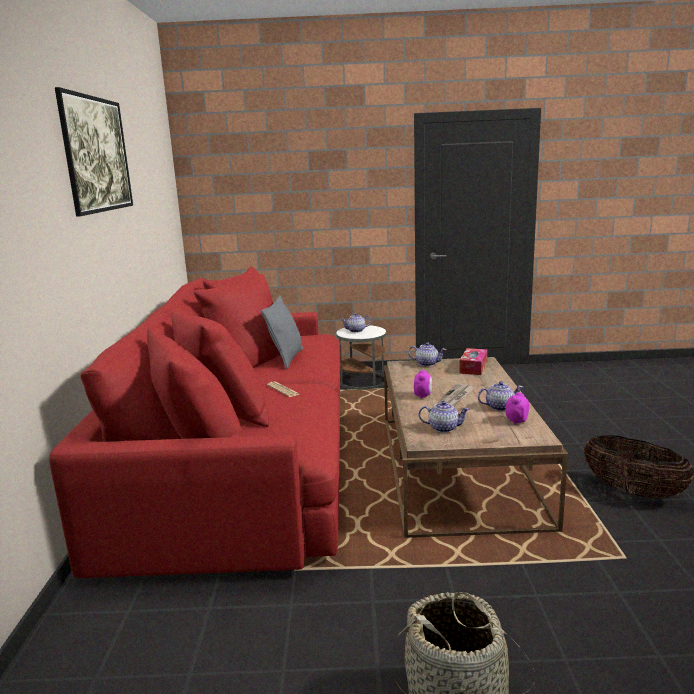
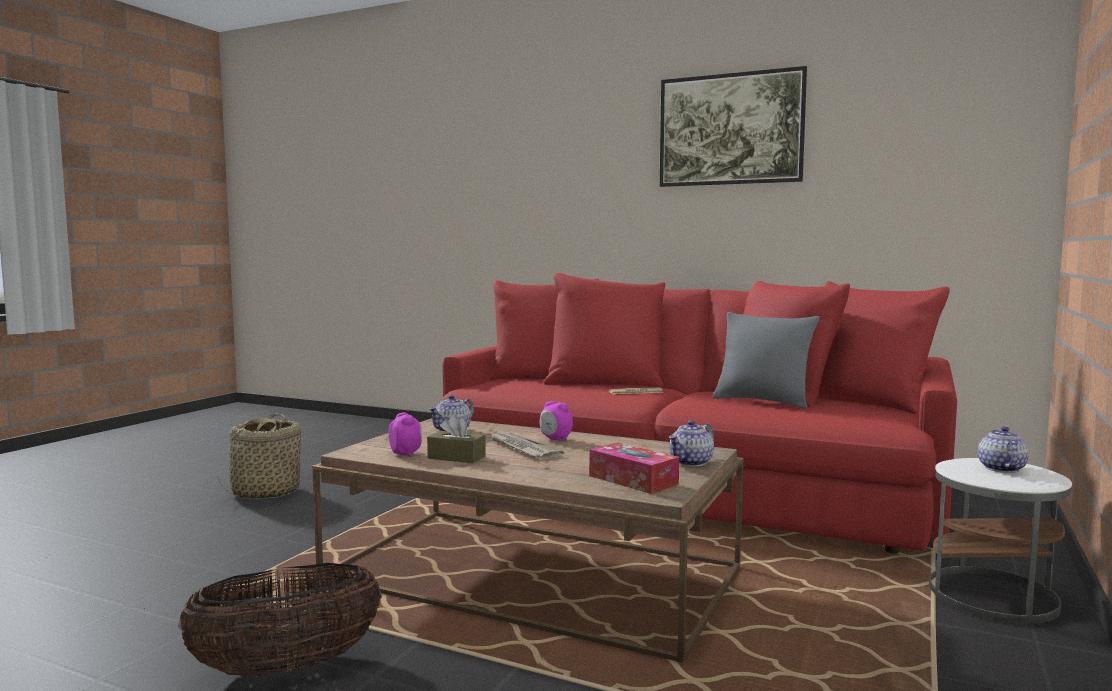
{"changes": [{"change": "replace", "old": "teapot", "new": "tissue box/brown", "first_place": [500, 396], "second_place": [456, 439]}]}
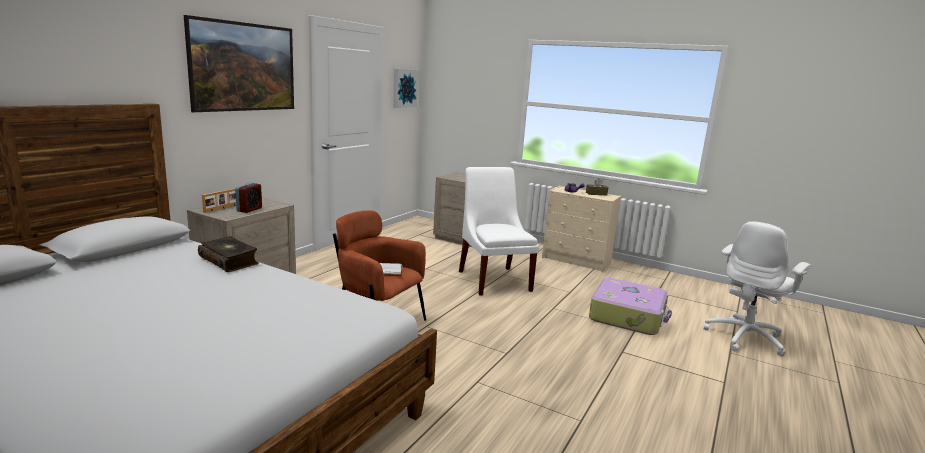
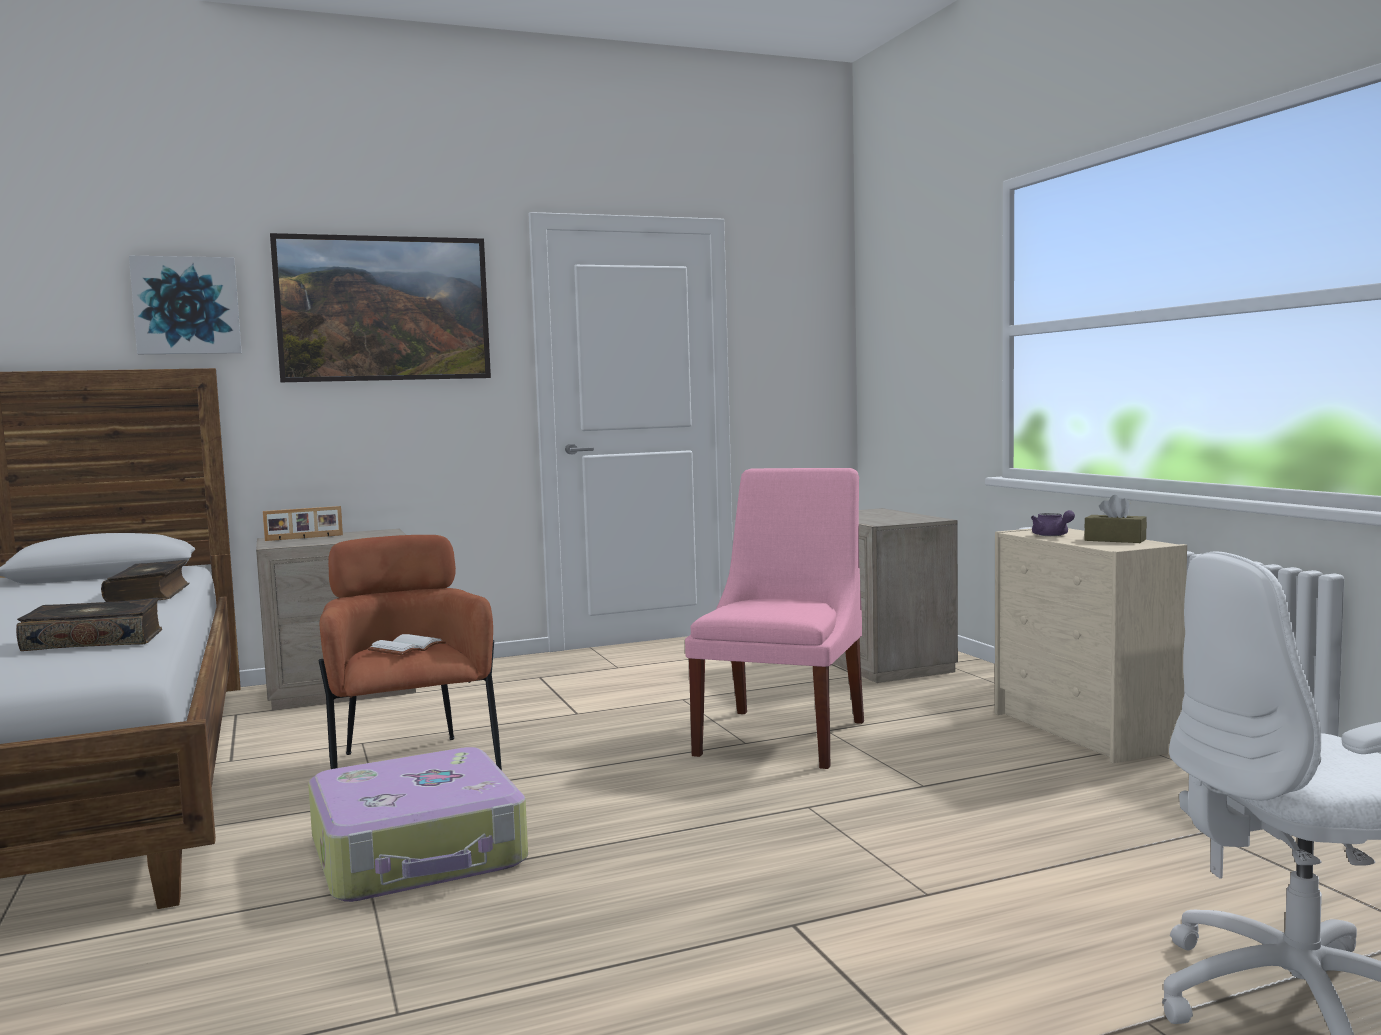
{"changes": [{"change": "delete", "old": "alarm clock", "first_place": [248, 197]}, {"change": "move", "old": "picture", "first_place": [406, 88], "second_place": [185, 305]}, {"change": "recolor", "old": "chair/white", "new": "chair/pink", "first_place": [499, 231], "second_place": [774, 618]}, {"change": "move", "old": "suitcase", "first_place": [630, 306], "second_place": [418, 824]}, {"change": "insert", "new": "book", "second_place": [89, 624]}]}
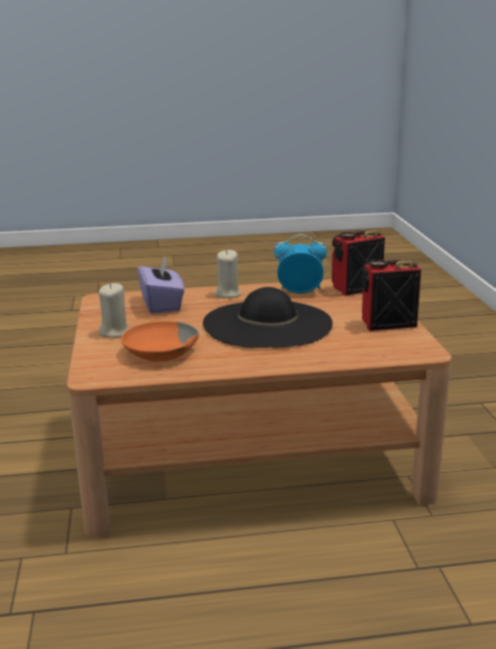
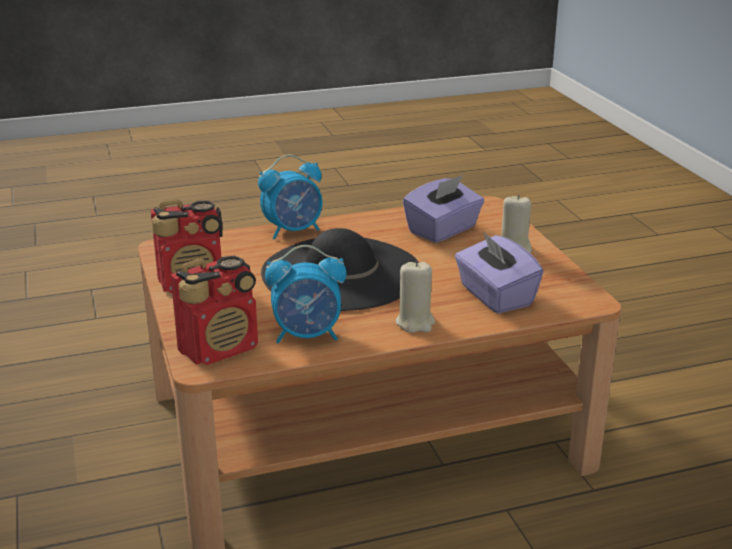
{"changes": [{"change": "replace", "old": "bowl/orange", "new": "tissue box/purple", "first_place": [160, 341], "second_place": [444, 209]}, {"change": "insert", "new": "alarm clock", "second_place": [290, 197]}]}
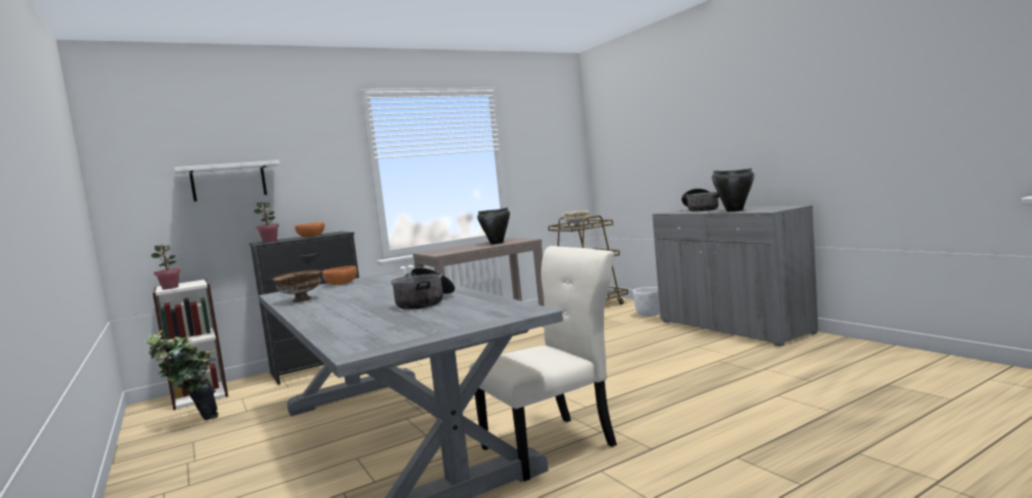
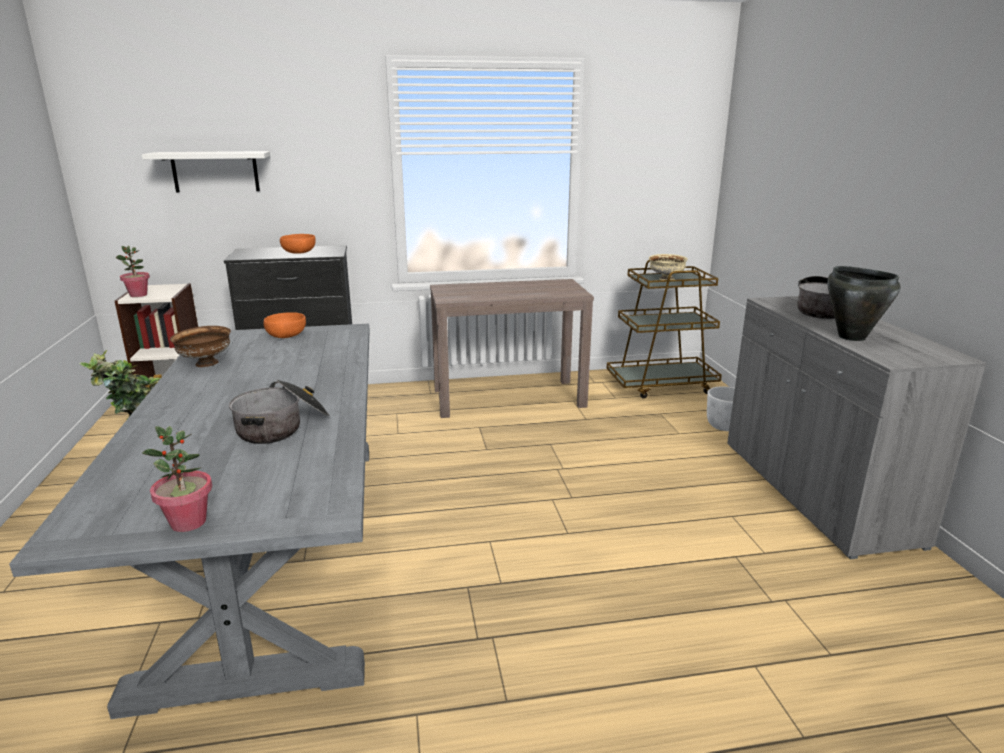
{"changes": [{"change": "move", "old": "potted plant", "first_place": [266, 222], "second_place": [177, 479]}, {"change": "delete", "old": "chair/beige", "first_place": [543, 363]}, {"change": "delete", "old": "cooking pot/black", "first_place": [493, 225]}]}
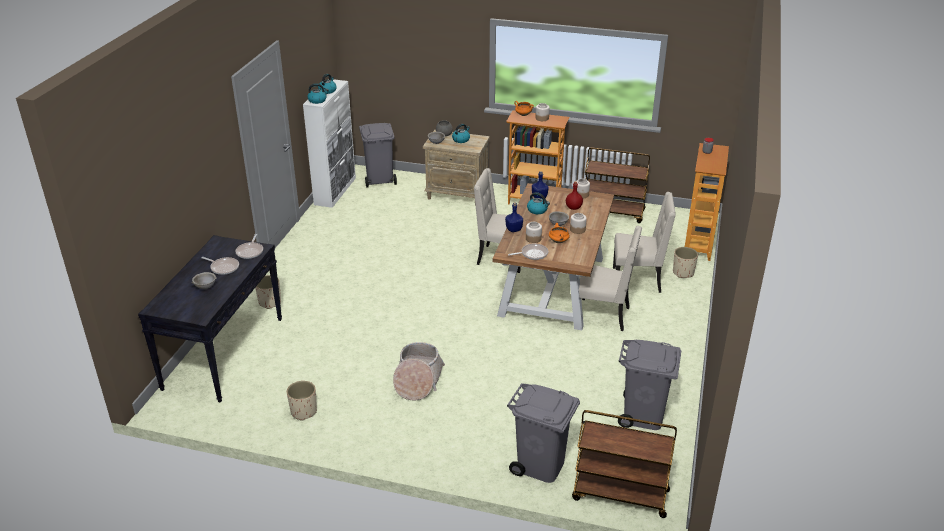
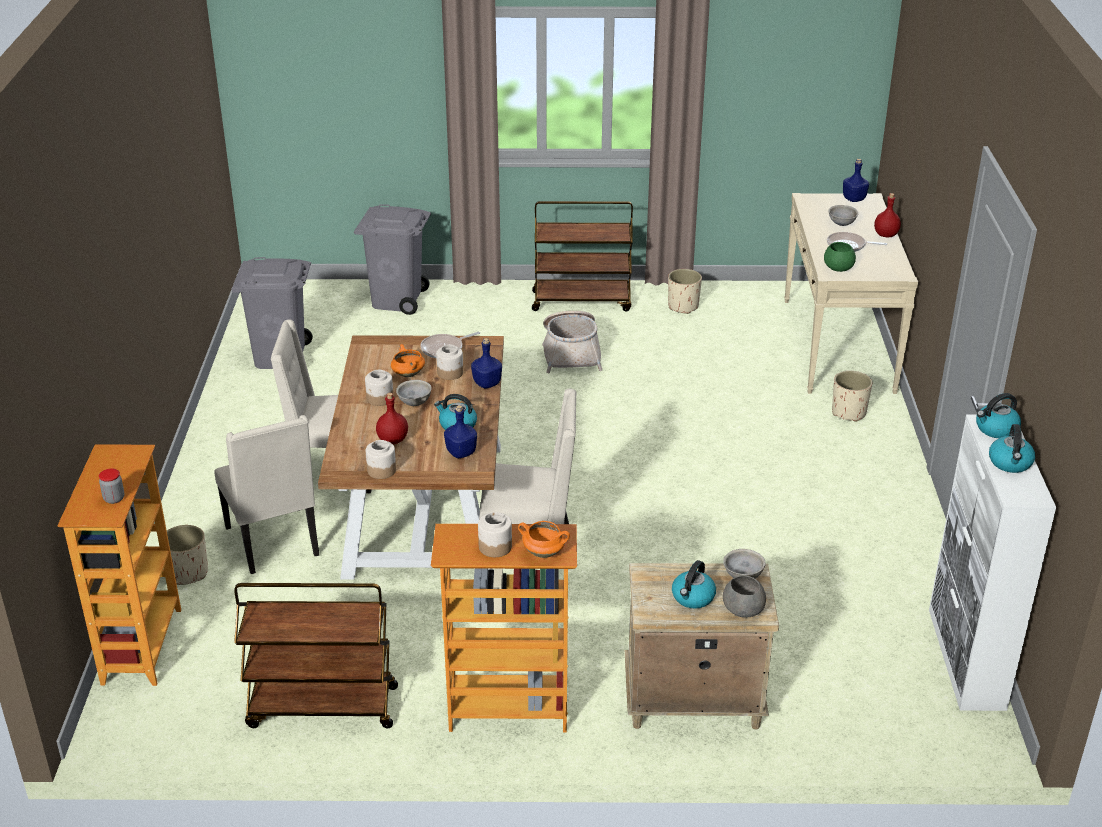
{"changes": [{"change": "recolor", "old": "console table/black", "new": "console table/beige", "first_place": [210, 319], "second_place": [851, 293]}, {"change": "replace", "old": "frying pan", "new": "bowl/green", "first_place": [249, 246], "second_place": [840, 257]}, {"change": "delete", "old": "trash can/grey", "first_place": [378, 155]}, {"change": "move", "old": "cart/brown", "first_place": [624, 464], "second_place": [582, 256]}, {"change": "rotate", "old": "chair/beige", "first_place": [644, 242], "second_place": [266, 494], "degrees": -105}, {"change": "insert", "new": "bottle/blue", "second_place": [856, 180]}, {"change": "insert", "new": "bottle/red", "second_place": [887, 215]}]}
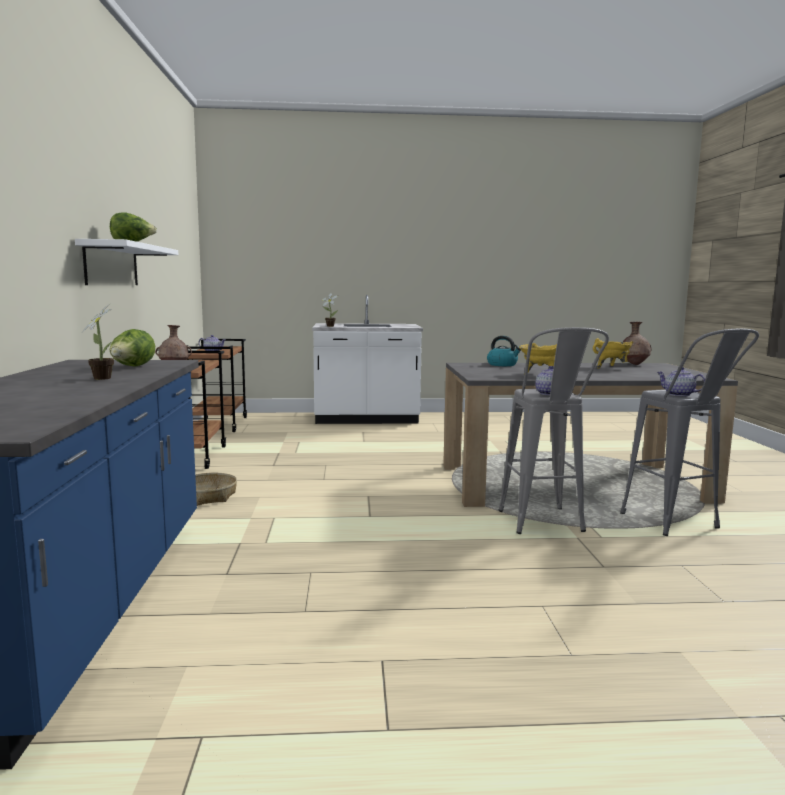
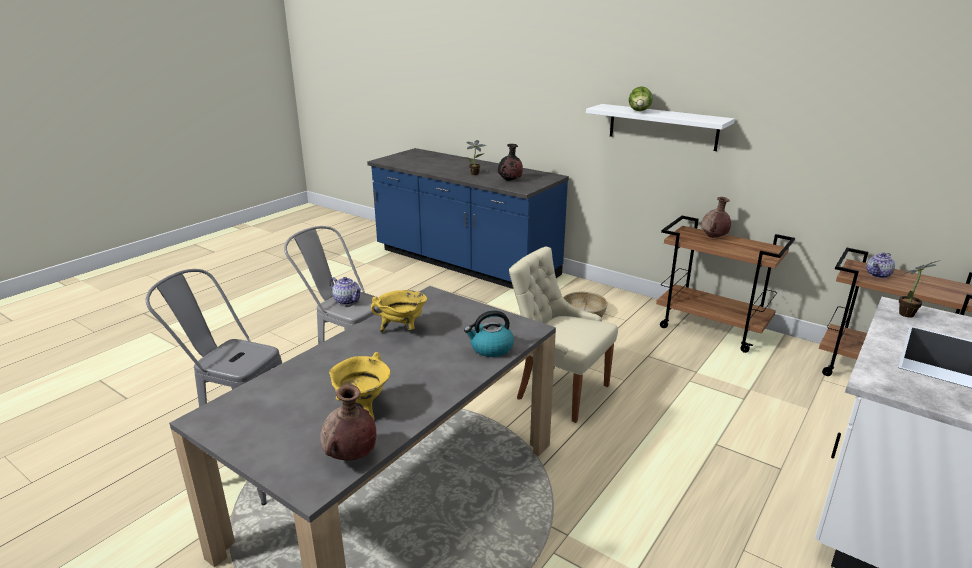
{"changes": [{"change": "replace", "old": "lettuce", "new": "vase/black", "first_place": [132, 348], "second_place": [510, 162]}, {"change": "delete", "old": "teapot", "first_place": [681, 381]}, {"change": "insert", "new": "chair/beige", "second_place": [563, 334]}]}
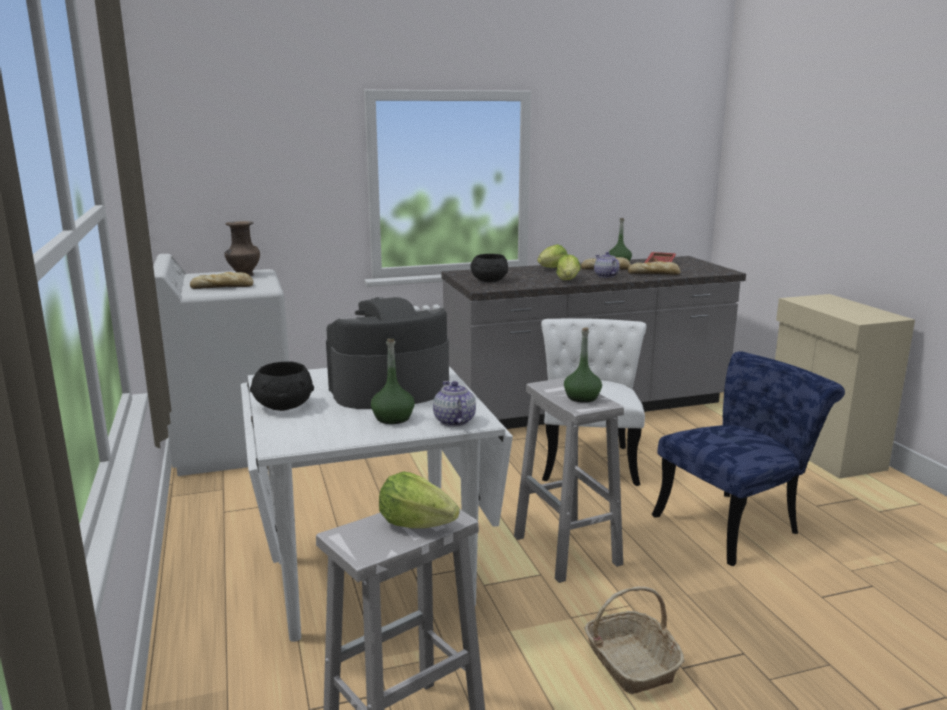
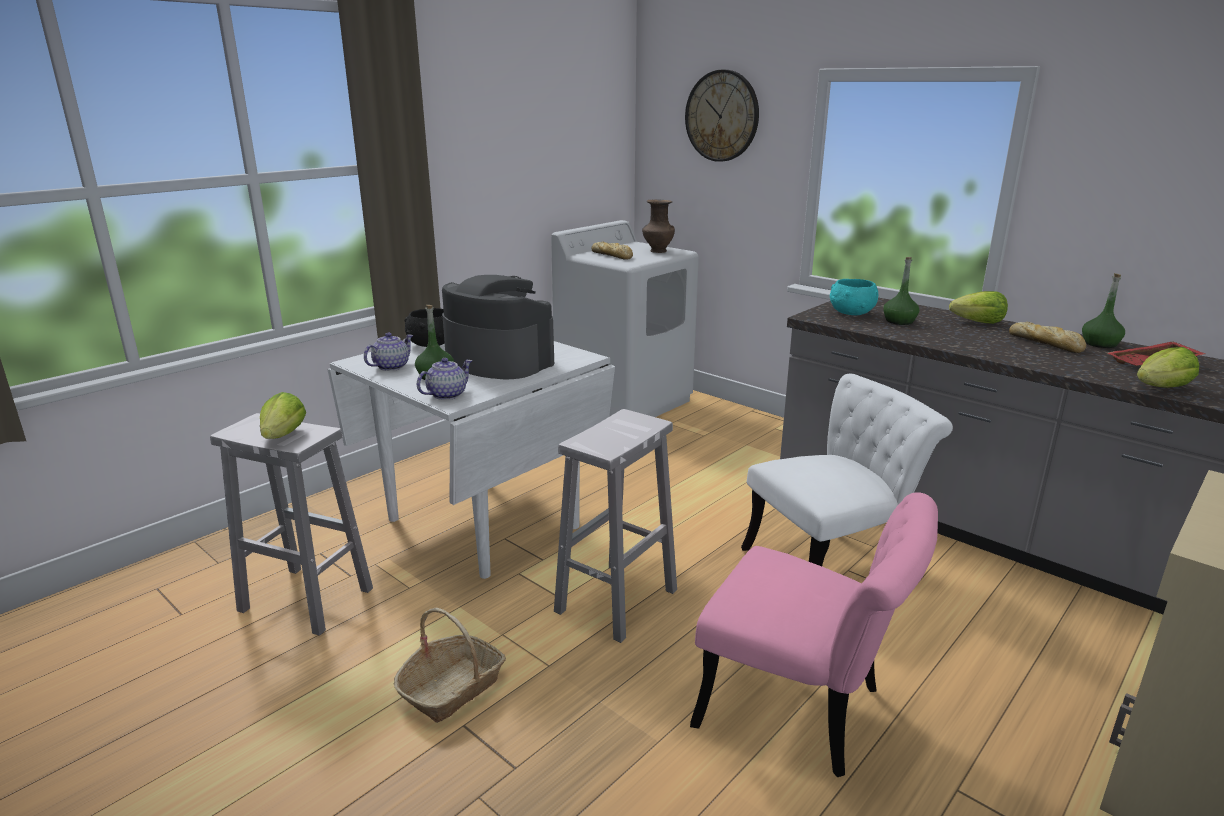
{"changes": [{"change": "recolor", "old": "bowl/black", "new": "bowl/turquoise", "first_place": [489, 268], "second_place": [854, 297]}, {"change": "move", "old": "lettuce", "first_place": [568, 267], "second_place": [1168, 367]}, {"change": "move", "old": "bottle/green", "first_place": [583, 365], "second_place": [901, 291]}, {"change": "move", "old": "teapot", "first_place": [607, 265], "second_place": [388, 352]}, {"change": "delete", "old": "bread", "first_place": [654, 268]}, {"change": "recolor", "old": "chair/blue", "new": "chair/pink", "first_place": [748, 458], "second_place": [814, 634]}, {"change": "insert", "new": "wall clock", "second_place": [722, 116]}]}
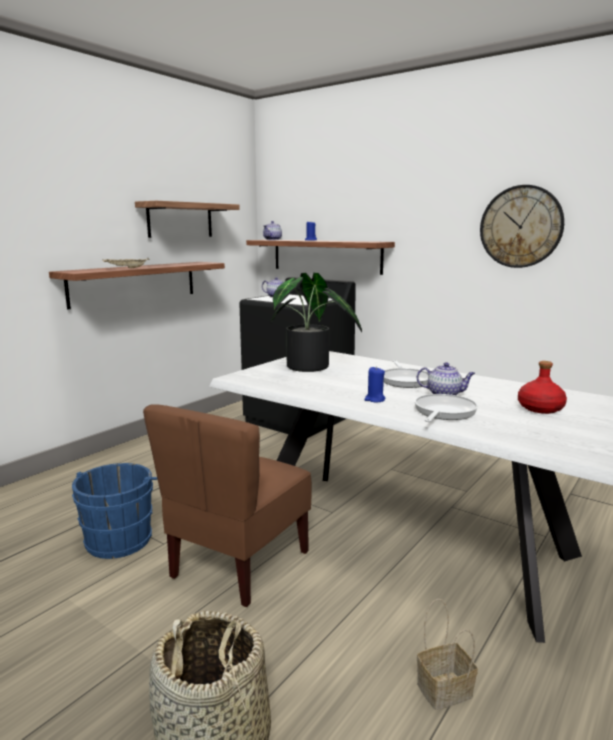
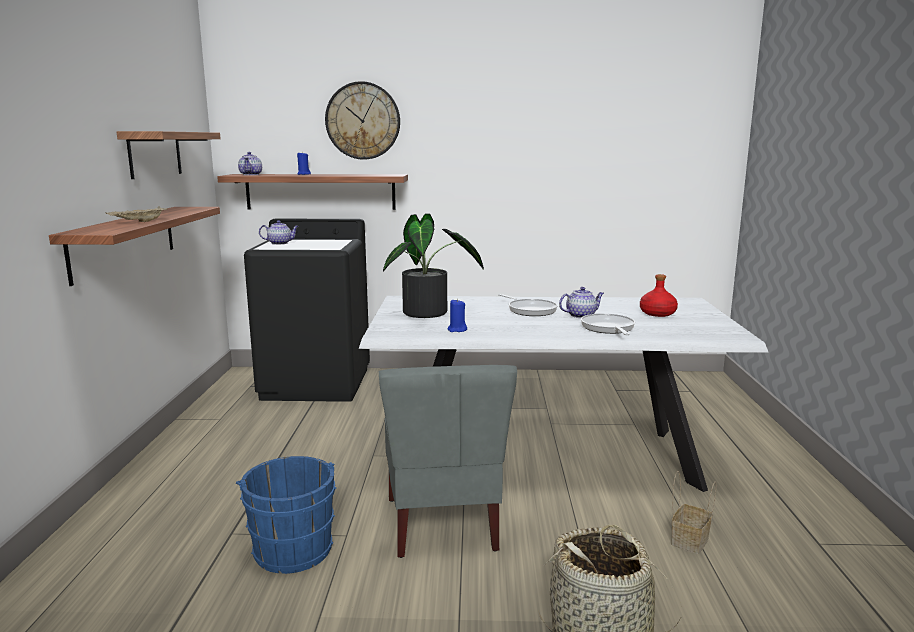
{"changes": [{"change": "recolor", "old": "chair/brown", "new": "chair/grey", "first_place": [227, 505], "second_place": [448, 461]}, {"change": "move", "old": "candle/blue", "first_place": [375, 384], "second_place": [457, 315]}, {"change": "move", "old": "wall clock", "first_place": [522, 226], "second_place": [362, 120]}]}
